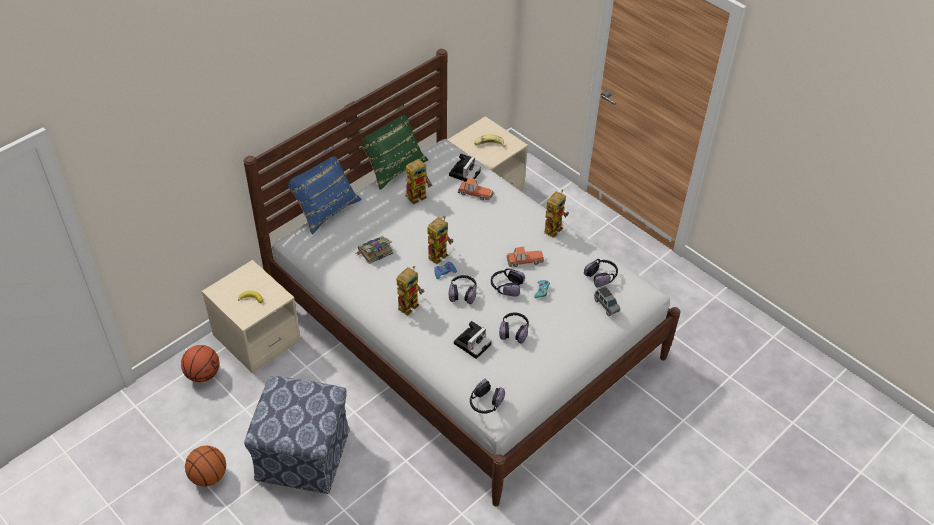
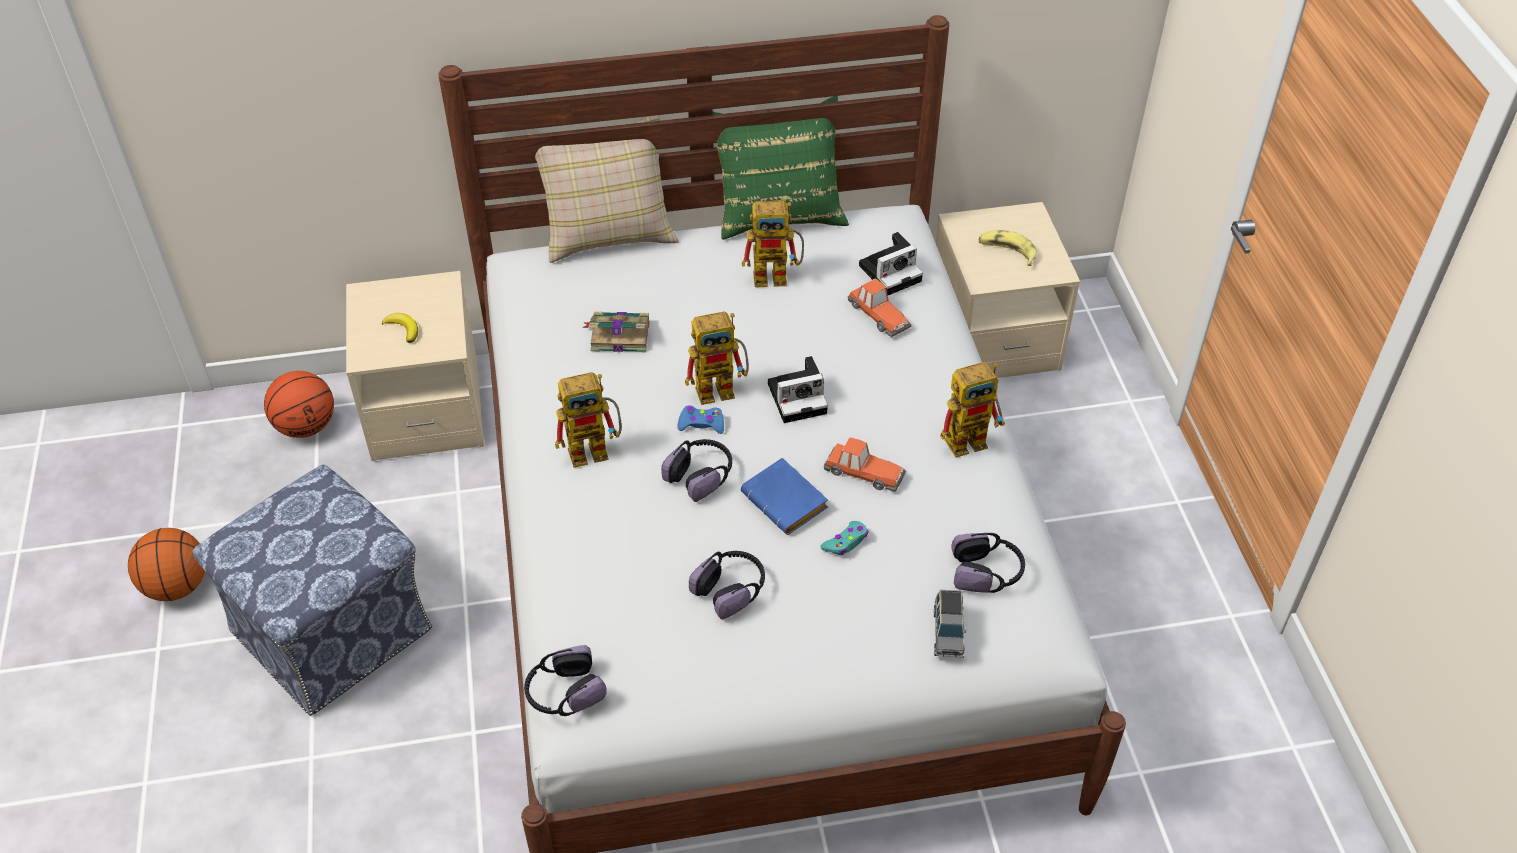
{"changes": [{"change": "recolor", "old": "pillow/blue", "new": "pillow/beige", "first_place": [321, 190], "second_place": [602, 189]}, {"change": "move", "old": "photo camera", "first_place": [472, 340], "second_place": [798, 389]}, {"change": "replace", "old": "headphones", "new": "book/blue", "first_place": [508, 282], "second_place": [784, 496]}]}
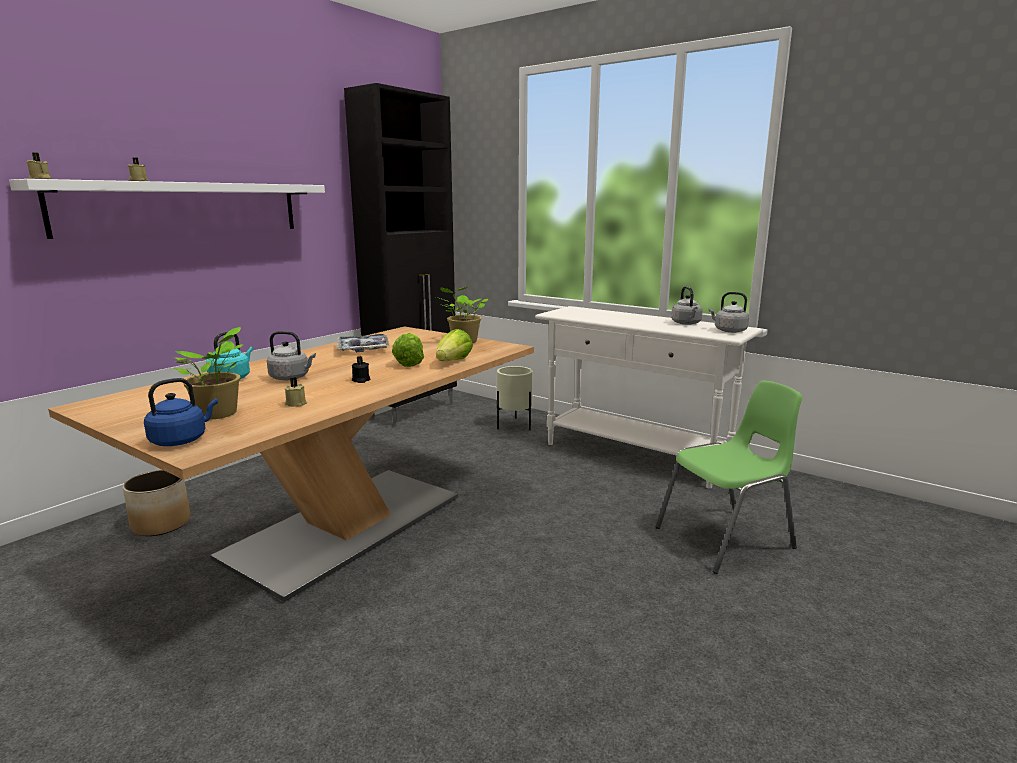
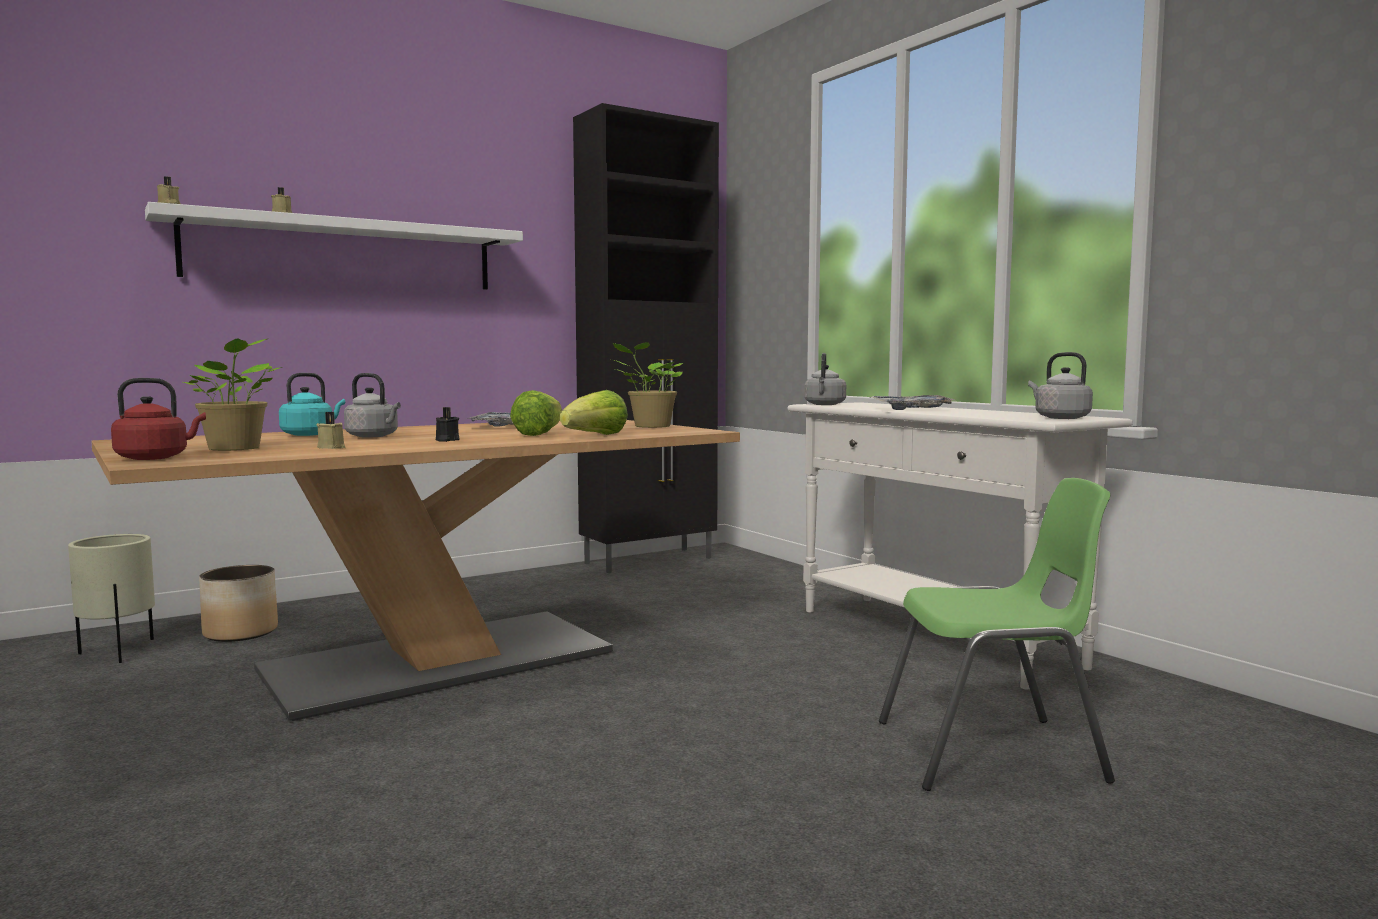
{"changes": [{"change": "recolor", "old": "kettle/blue", "new": "kettle/red", "first_place": [181, 412], "second_place": [158, 419]}, {"change": "move", "old": "planter/beige", "first_place": [515, 398], "second_place": [111, 598]}, {"change": "move", "old": "kettle/grey", "first_place": [686, 305], "second_place": [825, 379]}, {"change": "insert", "new": "tray", "second_place": [913, 402]}]}
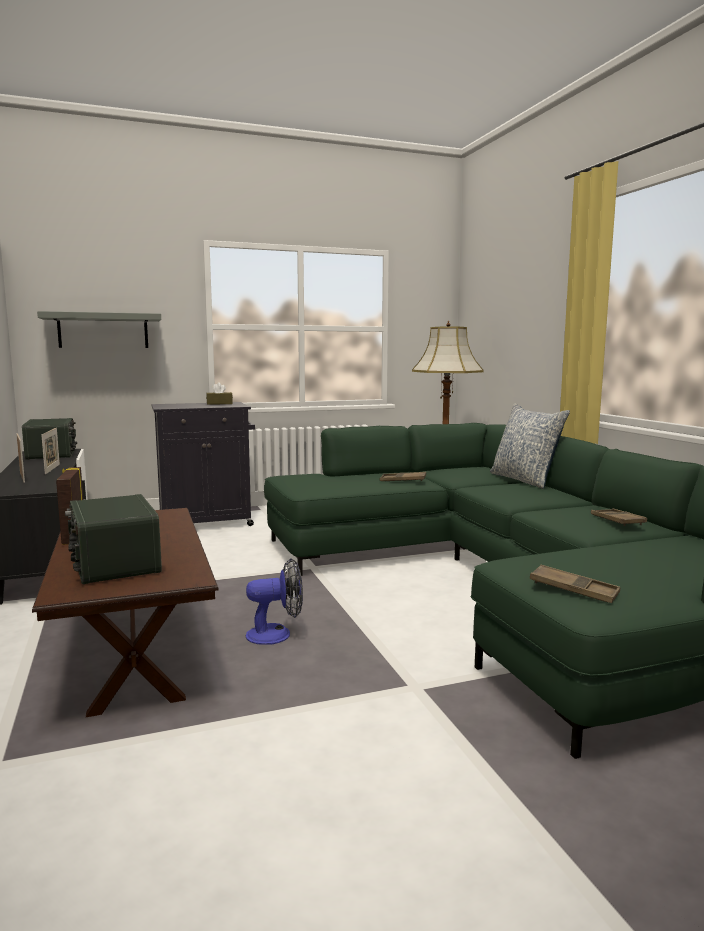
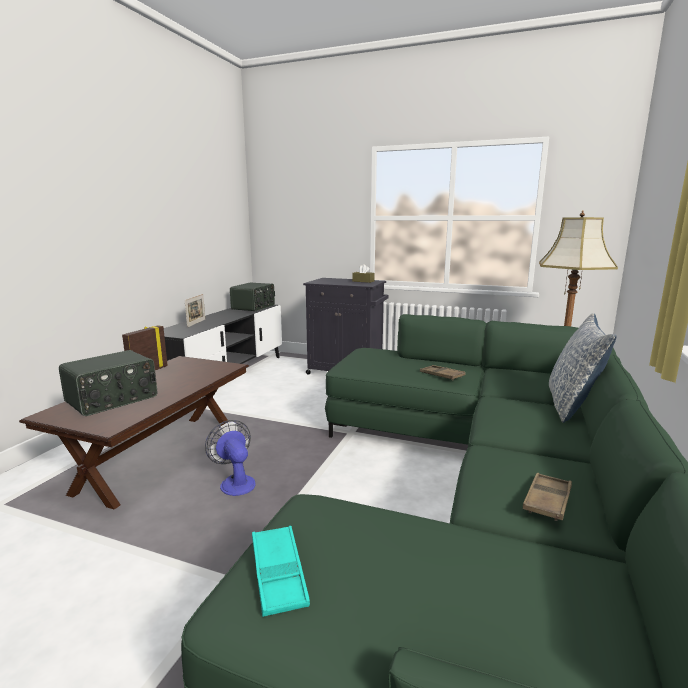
{"changes": [{"change": "delete", "old": "shelf/grey", "first_place": [99, 329]}, {"change": "delete", "old": "picture frame", "first_place": [50, 451]}, {"change": "rotate", "old": "radio", "first_place": [113, 539], "second_place": [108, 383], "degrees": -150}, {"change": "rotate", "old": "fan", "first_place": [274, 601], "second_place": [230, 458], "degrees": -150}, {"change": "recolor", "old": "tray/brown", "new": "tray/turquoise", "first_place": [575, 584], "second_place": [281, 571]}]}
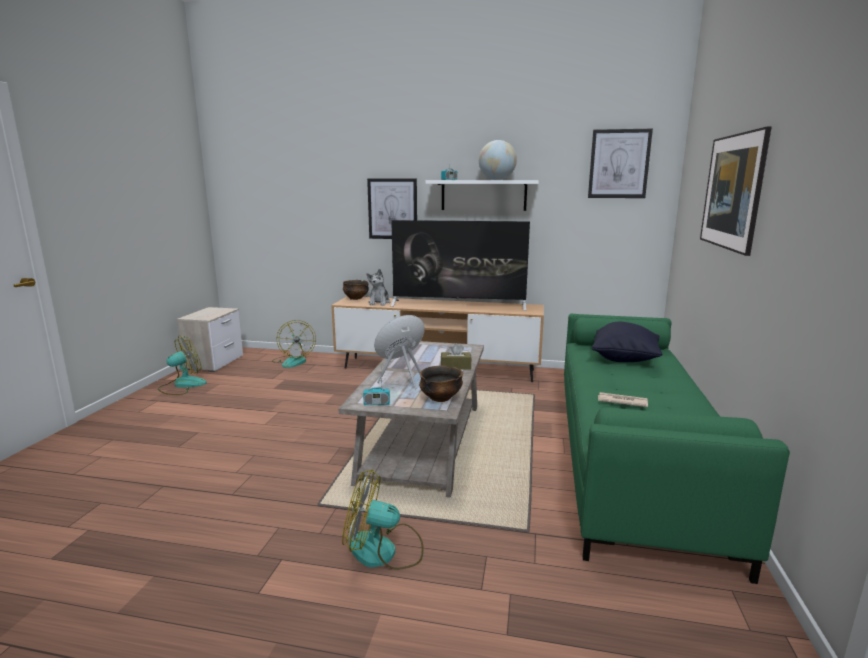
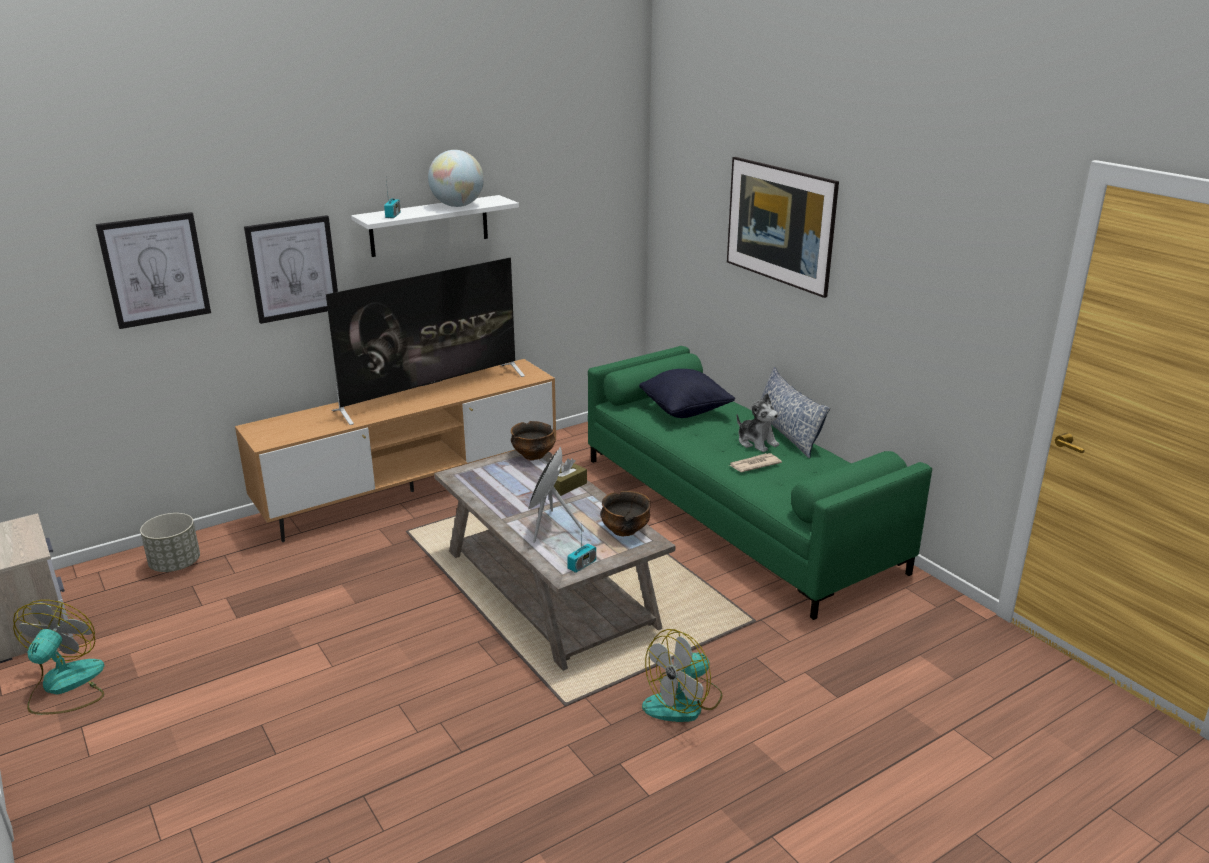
{"changes": [{"change": "replace", "old": "fan", "new": "planter/grey", "first_place": [294, 344], "second_place": [170, 542]}, {"change": "move", "old": "bowl", "first_place": [356, 290], "second_place": [533, 440]}, {"change": "move", "old": "plush toy", "first_place": [378, 287], "second_place": [758, 422]}, {"change": "move", "old": "picture", "first_place": [620, 163], "second_place": [153, 270]}, {"change": "insert", "new": "pillow", "second_place": [795, 412]}]}
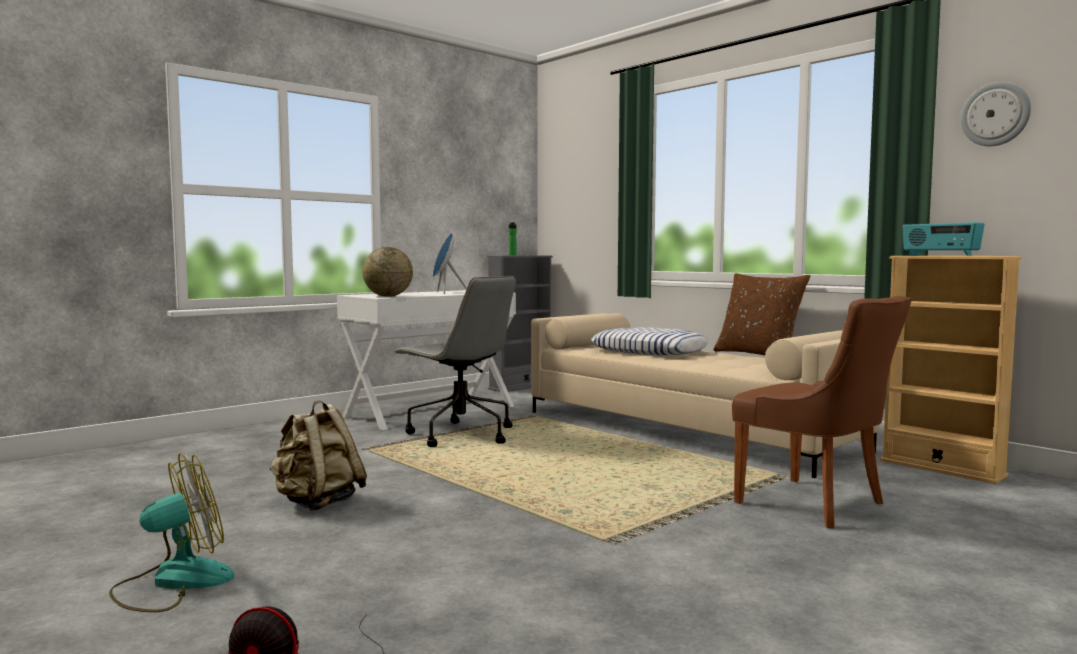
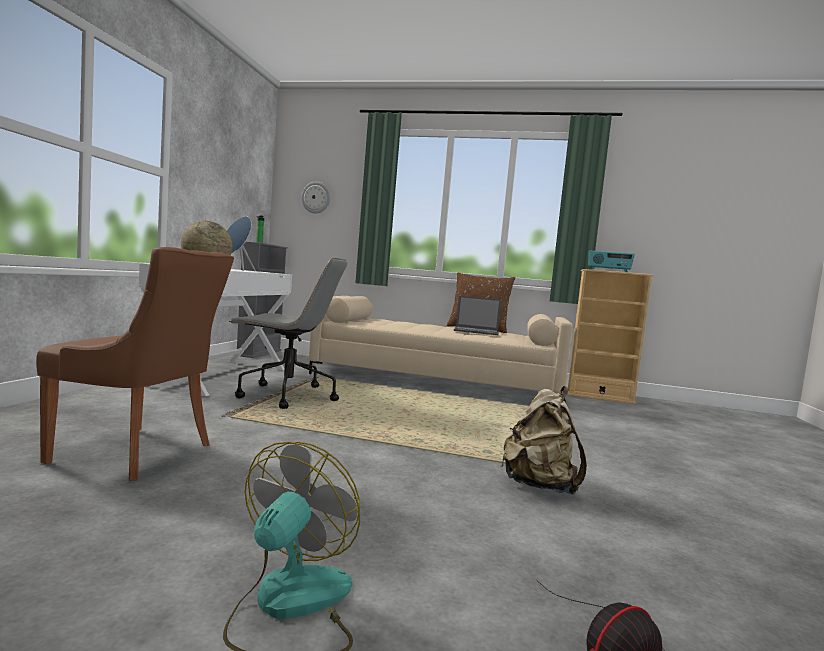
{"changes": [{"change": "move", "old": "backpack/beige", "first_place": [318, 455], "second_place": [544, 440]}, {"change": "delete", "old": "pillow", "first_place": [650, 341]}, {"change": "move", "old": "chair/brown", "first_place": [822, 412], "second_place": [135, 364]}, {"change": "move", "old": "wall clock", "first_place": [996, 114], "second_place": [315, 197]}, {"change": "insert", "new": "laptop", "second_place": [478, 315]}]}
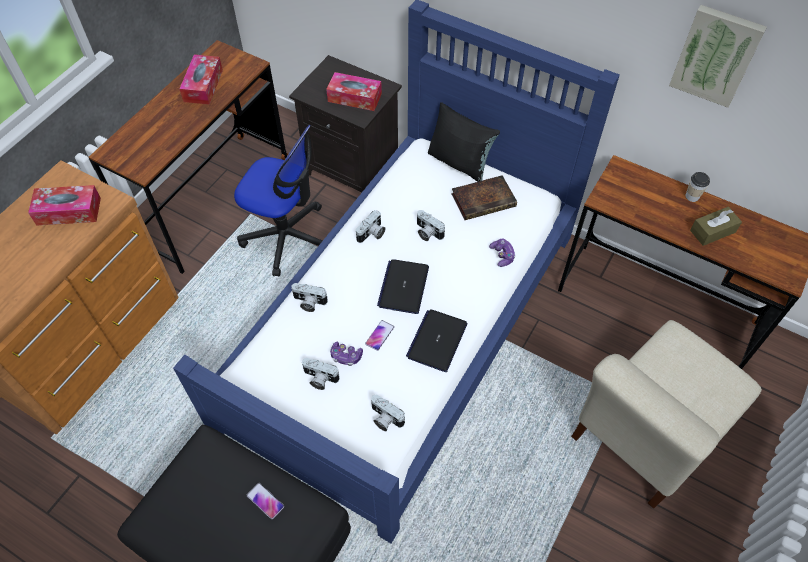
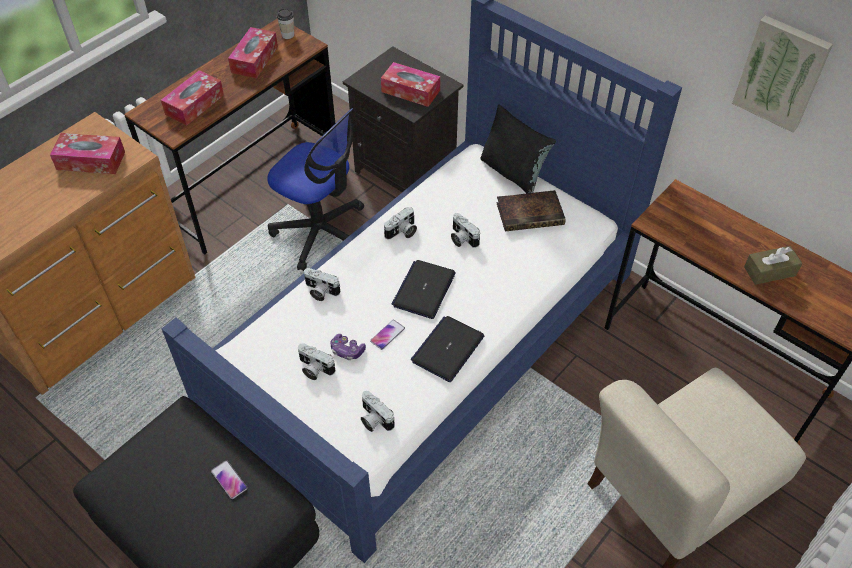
{"changes": [{"change": "delete", "old": "game controller", "first_place": [502, 253]}, {"change": "move", "old": "cup", "first_place": [697, 187], "second_place": [285, 24]}, {"change": "insert", "new": "tissue box", "second_place": [192, 98]}]}
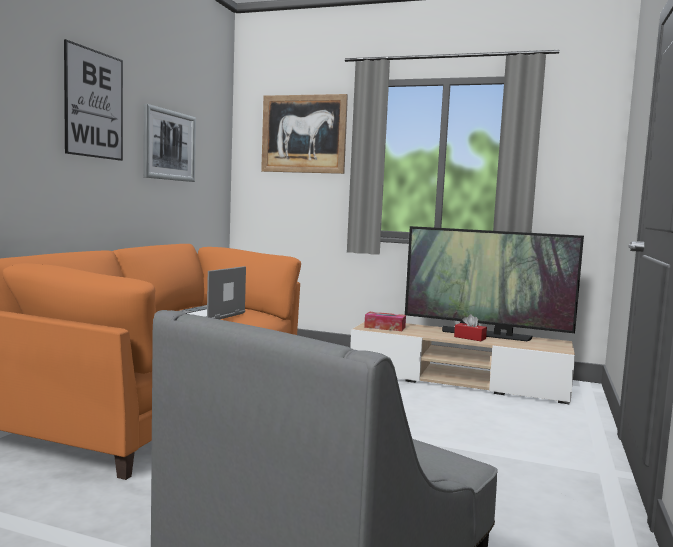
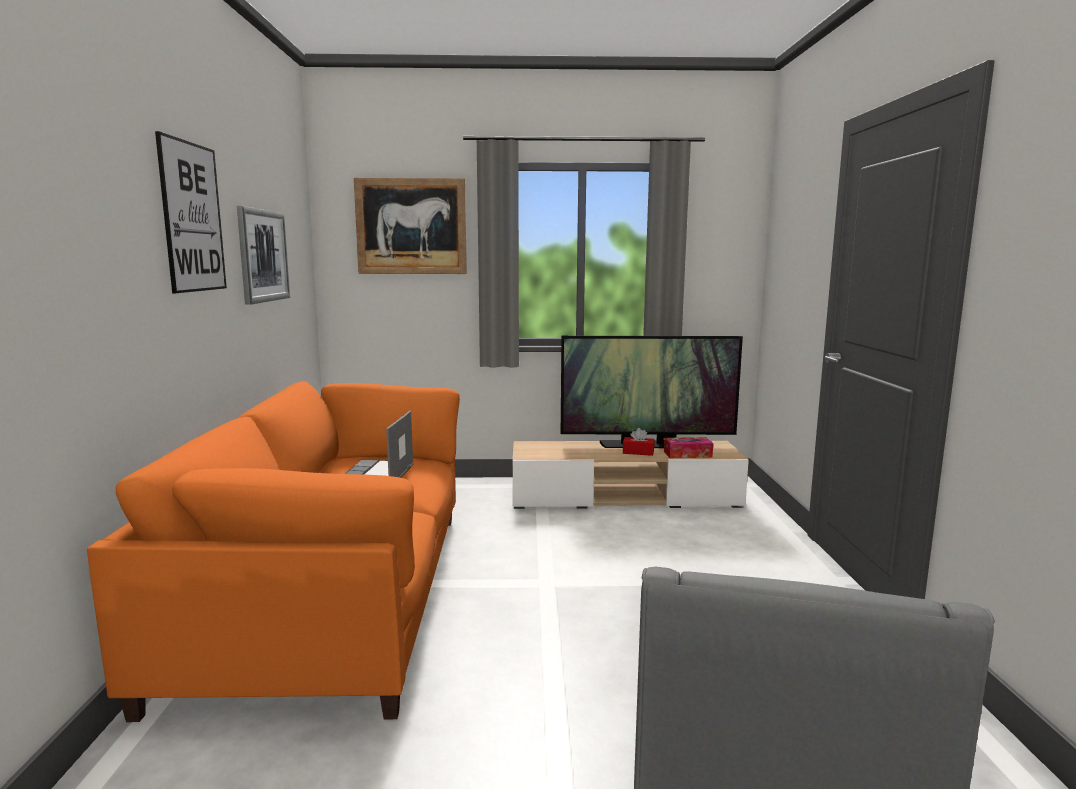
{"changes": [{"change": "move", "old": "tissue box", "first_place": [385, 321], "second_place": [688, 447]}]}
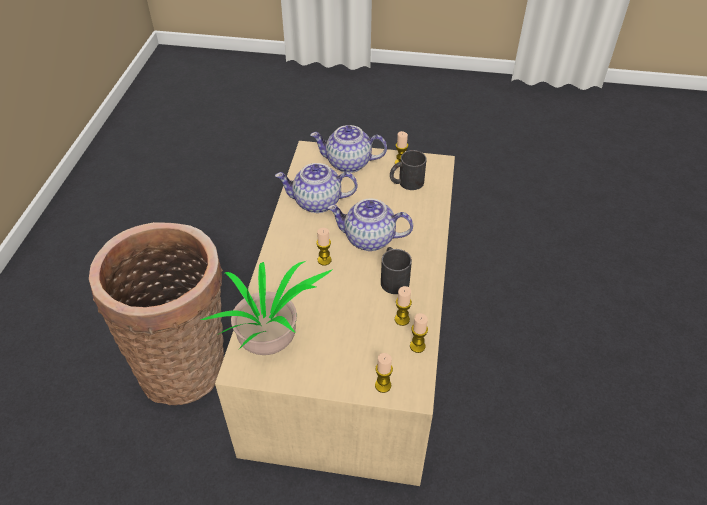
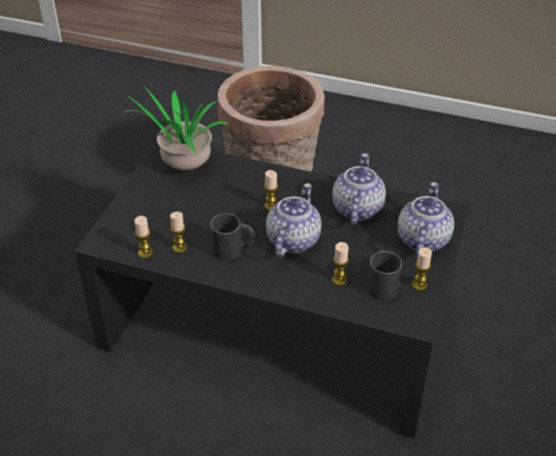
{"changes": [{"change": "recolor", "old": "coffee table/beige", "new": "coffee table/black", "first_place": [335, 313], "second_place": [272, 291]}, {"change": "move", "old": "candle", "first_place": [384, 373], "second_place": [340, 264]}]}
